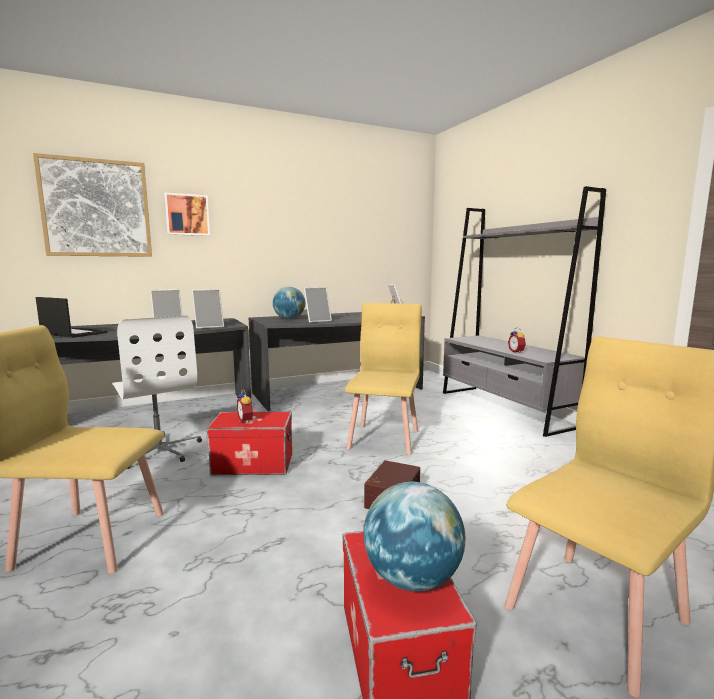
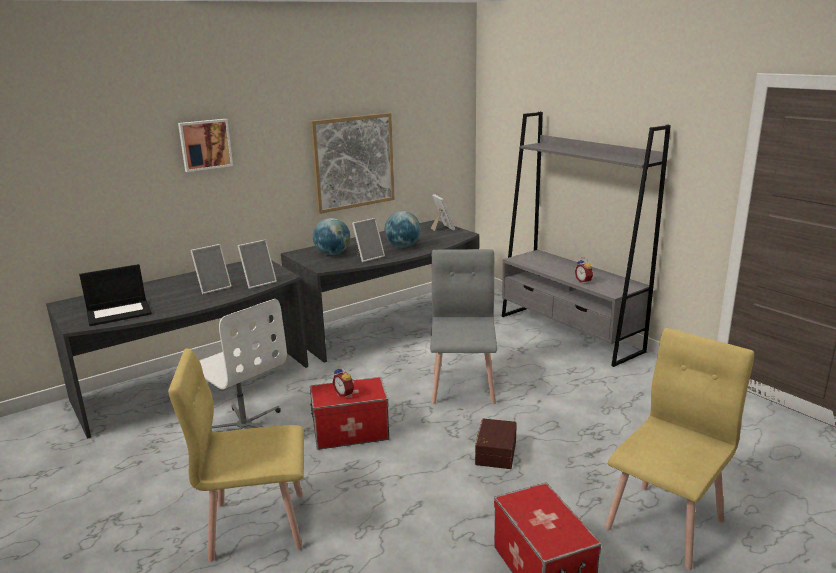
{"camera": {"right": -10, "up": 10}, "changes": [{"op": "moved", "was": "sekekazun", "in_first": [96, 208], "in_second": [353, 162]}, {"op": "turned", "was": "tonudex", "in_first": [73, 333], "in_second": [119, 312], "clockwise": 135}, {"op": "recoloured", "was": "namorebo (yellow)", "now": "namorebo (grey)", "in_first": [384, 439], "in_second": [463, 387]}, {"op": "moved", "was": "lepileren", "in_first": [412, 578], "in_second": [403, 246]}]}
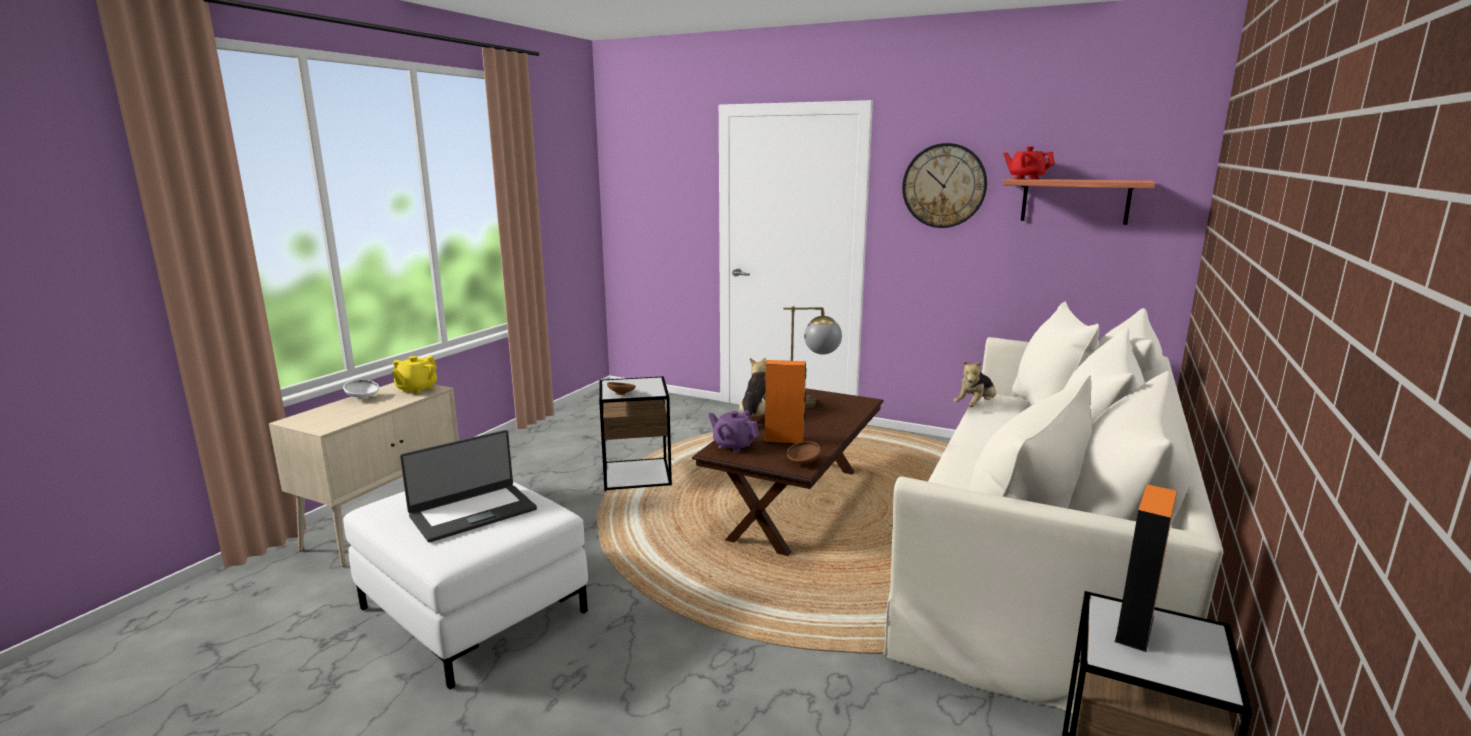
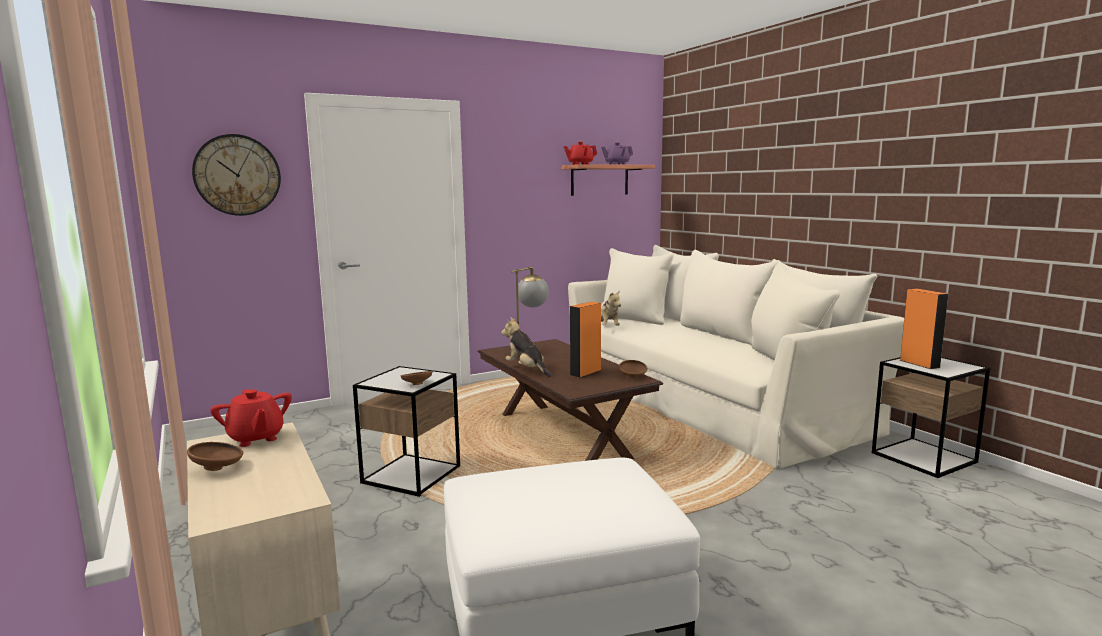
{"camera": {"right": -55, "up": -5}, "changes": [{"op": "moved", "was": "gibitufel", "in_first": [944, 186], "in_second": [237, 175]}, {"op": "recoloured", "was": "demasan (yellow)", "now": "demasan (red)", "in_first": [416, 389], "in_second": [256, 438]}, {"op": "recoloured", "was": "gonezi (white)", "now": "gonezi (brown)", "in_first": [363, 398], "in_second": [218, 468]}, {"op": "moved", "was": "demasan (purple)", "in_first": [733, 445], "in_second": [616, 164]}, {"op": "removed", "was": "tonudex", "in_first": [472, 512]}]}
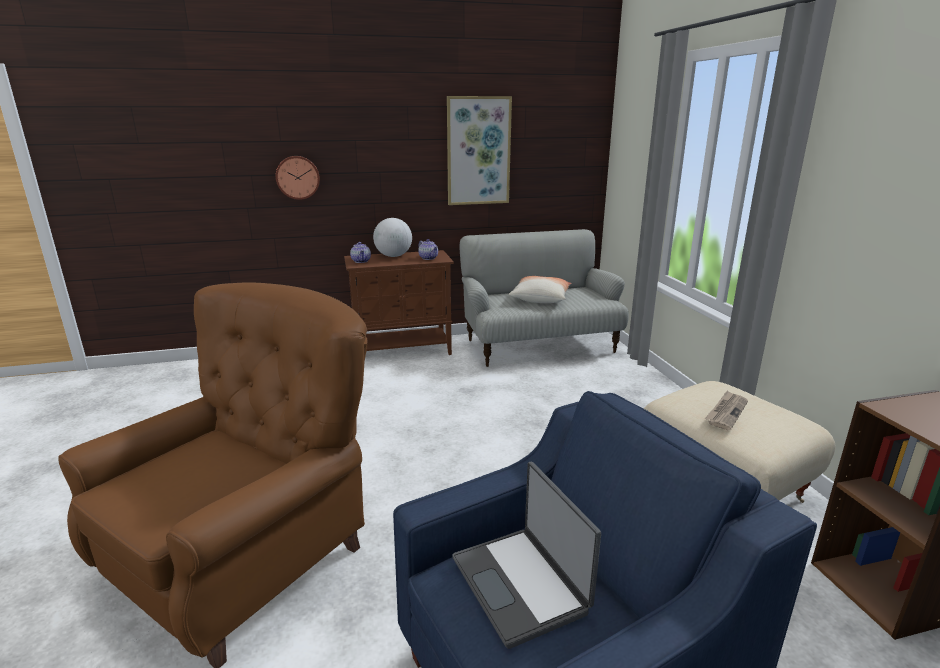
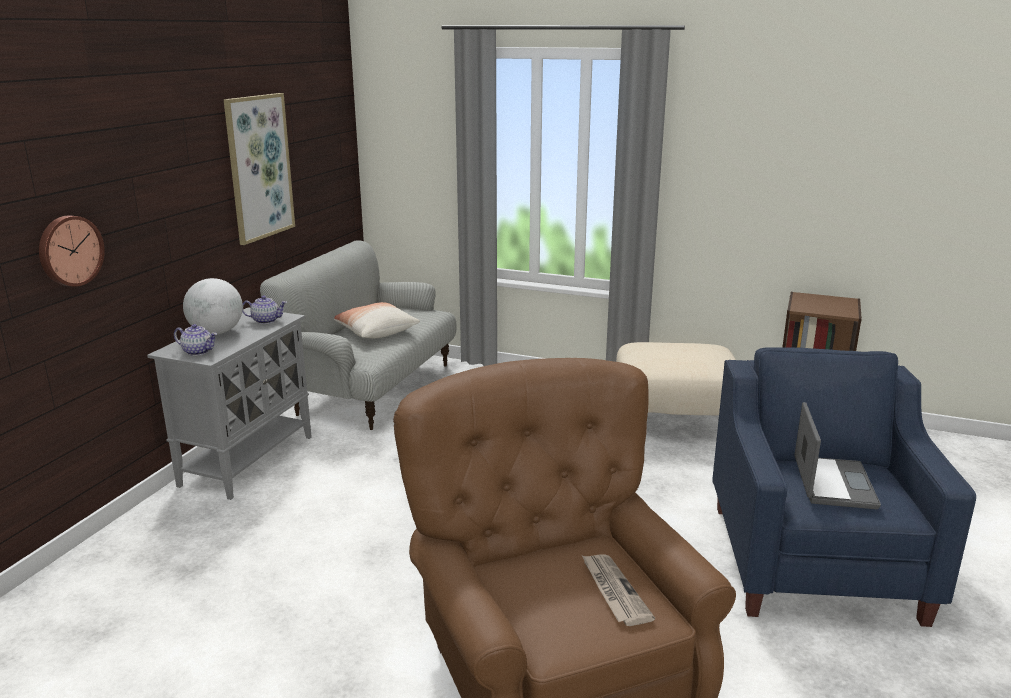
{"camera": {"right": -55, "up": 0}, "changes": [{"op": "recoloured", "was": "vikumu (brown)", "now": "vikumu (grey)", "in_first": [403, 350], "in_second": [248, 460]}, {"op": "moved", "was": "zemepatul", "in_first": [726, 412], "in_second": [613, 591]}, {"op": "turned", "was": "tonudex", "in_first": [521, 584], "in_second": [832, 483], "clockwise": -90}]}
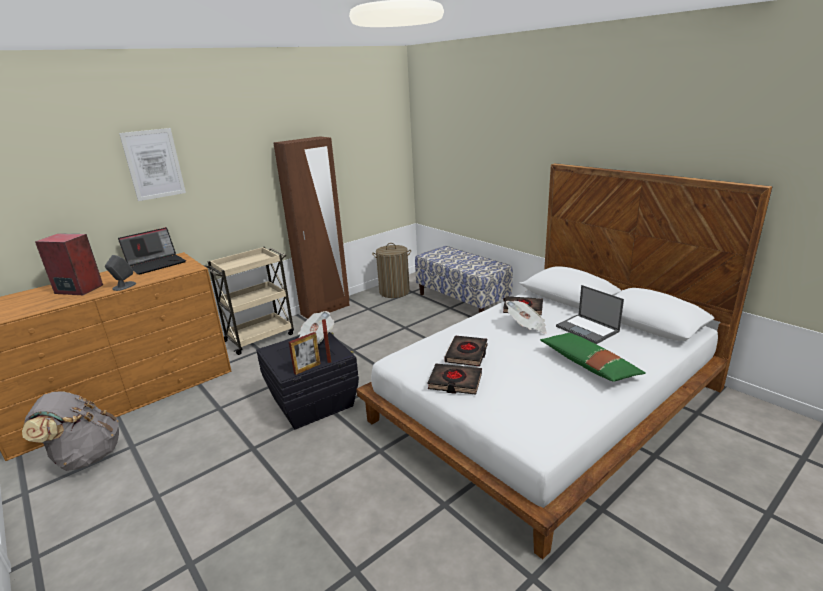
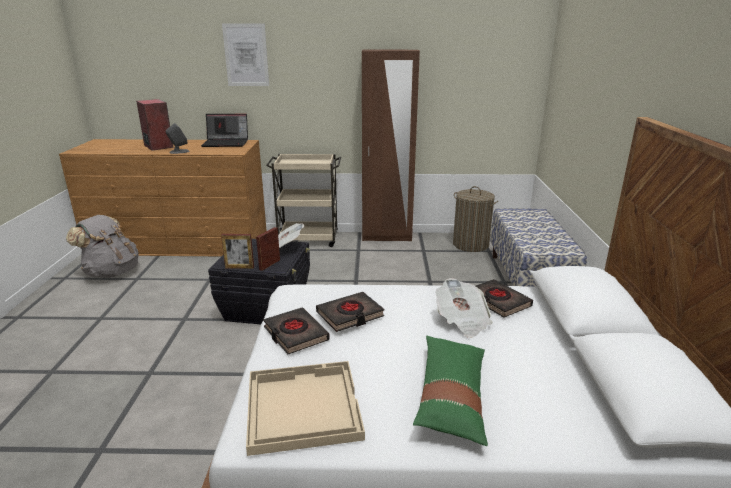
{"camera": {"right": 40, "up": 0}, "changes": [{"op": "removed", "was": "tonudex", "in_first": [588, 329]}, {"op": "added", "now": "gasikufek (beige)", "in_second": [302, 406]}]}
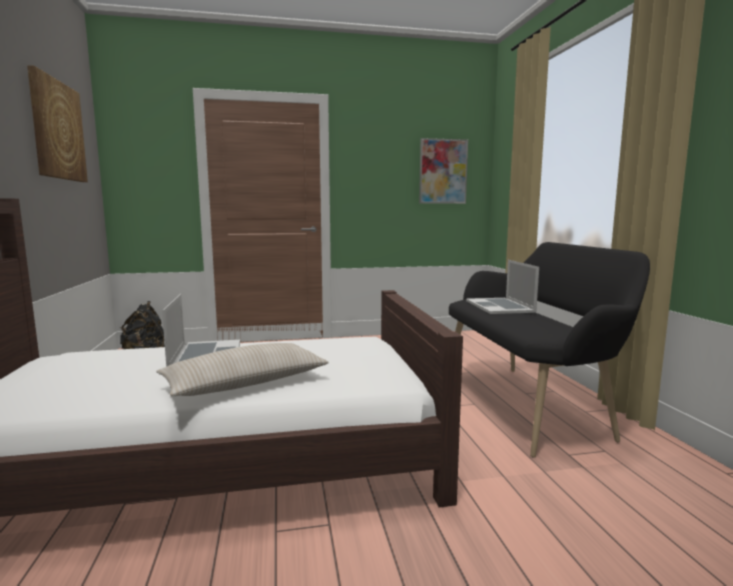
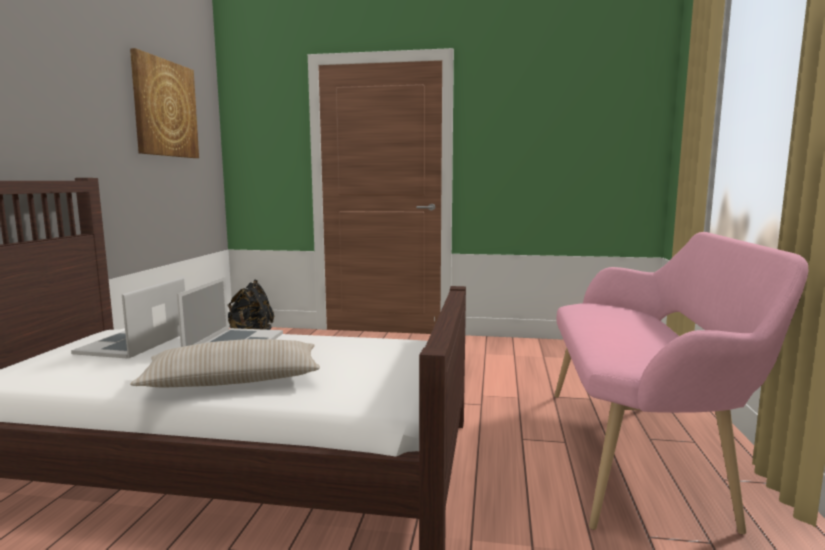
{"camera": {"right": 20, "up": 0}, "changes": [{"op": "removed", "was": "sekekazun", "in_first": [443, 171]}, {"op": "recoloured", "was": "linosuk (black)", "now": "linosuk (pink)", "in_first": [527, 403], "in_second": [641, 452]}, {"op": "moved", "was": "tonudex", "in_first": [500, 306], "in_second": [134, 342]}]}
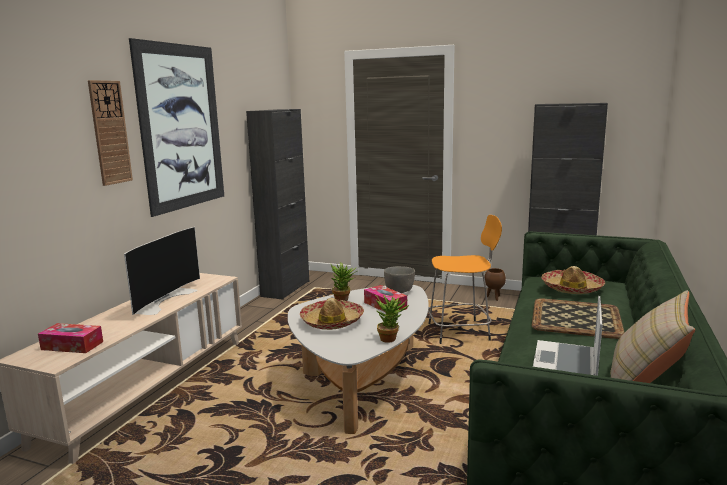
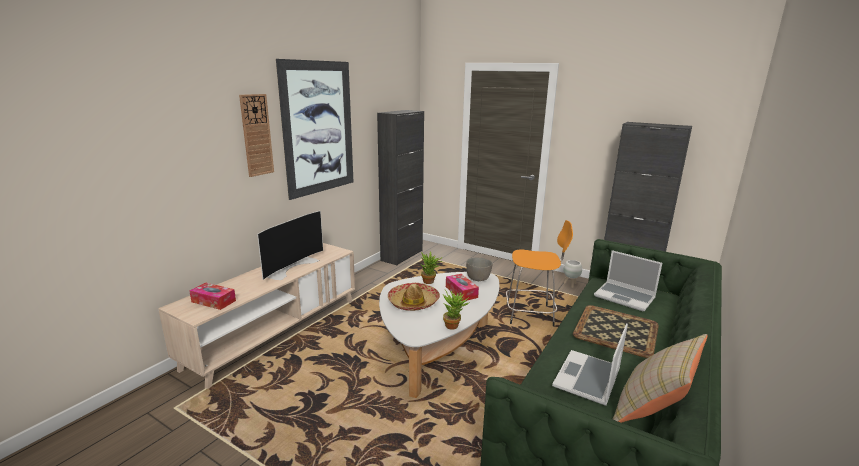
{"camera": {"right": 10, "up": 5}, "changes": [{"op": "replaced", "was": "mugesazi", "now": "tonudex", "in_first": [572, 288], "in_second": [625, 297]}, {"op": "recoloured", "was": "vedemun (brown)", "now": "vedemun (white)", "in_first": [494, 298], "in_second": [570, 285]}]}
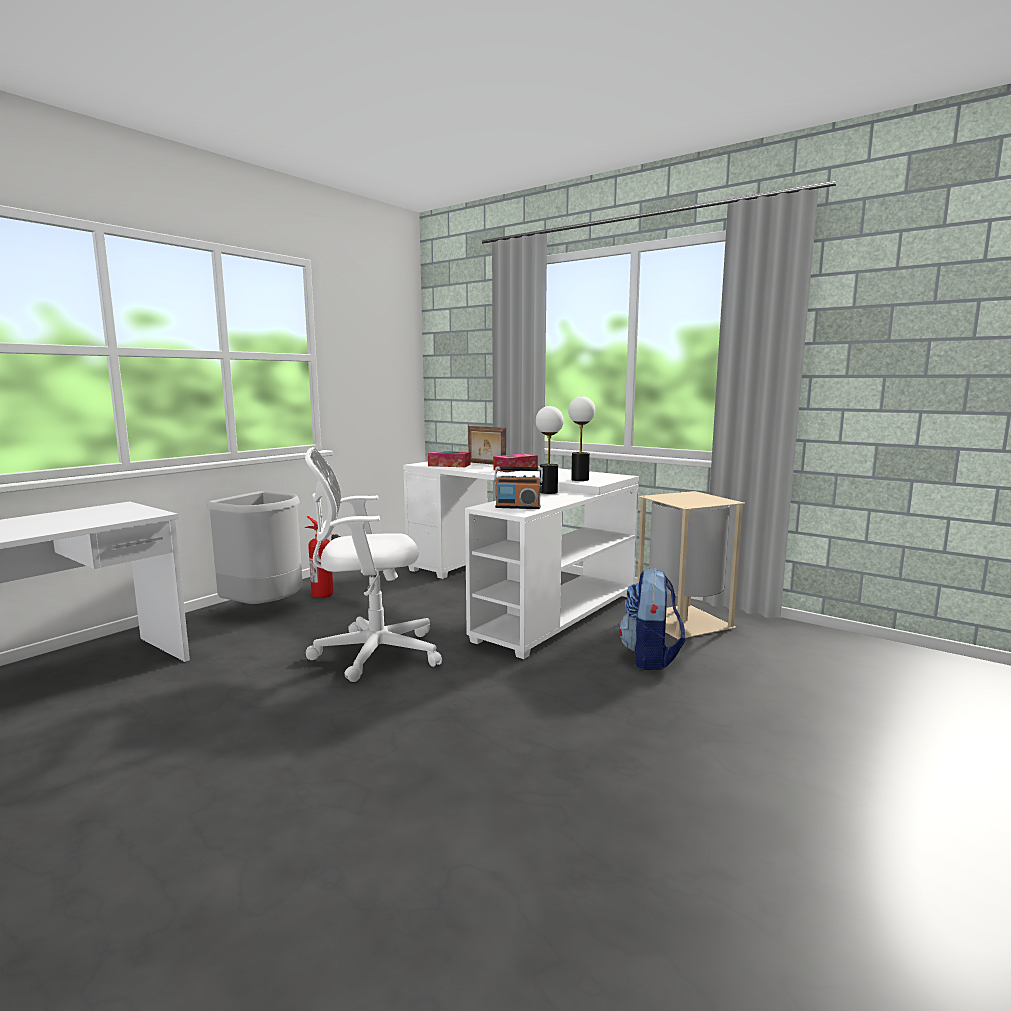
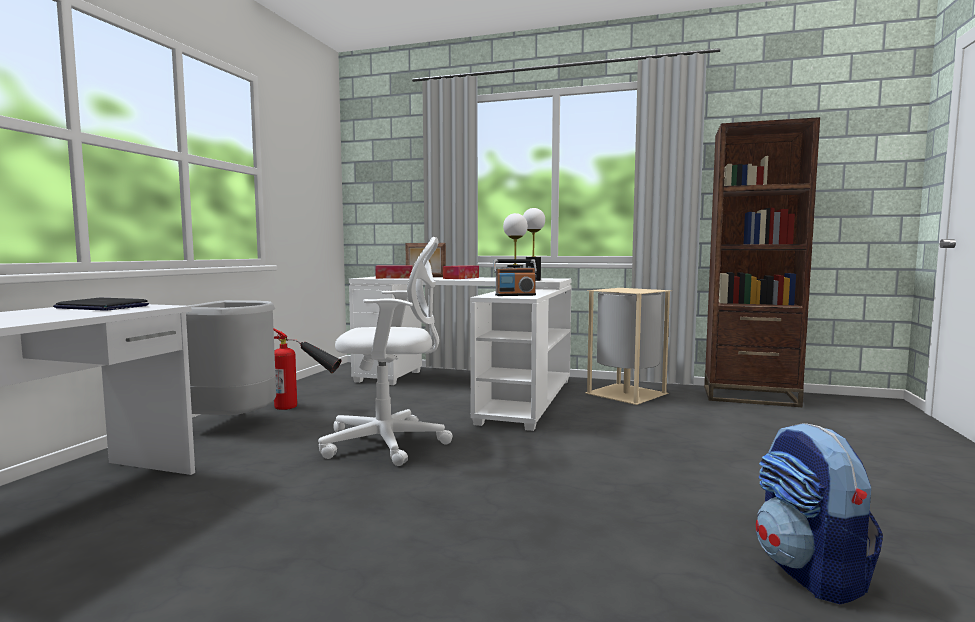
{"camera": {"right": -20, "up": -5}, "changes": [{"op": "turned", "was": "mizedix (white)", "in_first": [371, 653], "in_second": [390, 443], "clockwise": -150}, {"op": "moved", "was": "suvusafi", "in_first": [650, 658], "in_second": [810, 573]}, {"op": "added", "now": "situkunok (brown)", "in_second": [750, 396]}, {"op": "added", "now": "tonudex", "in_second": [102, 307]}]}
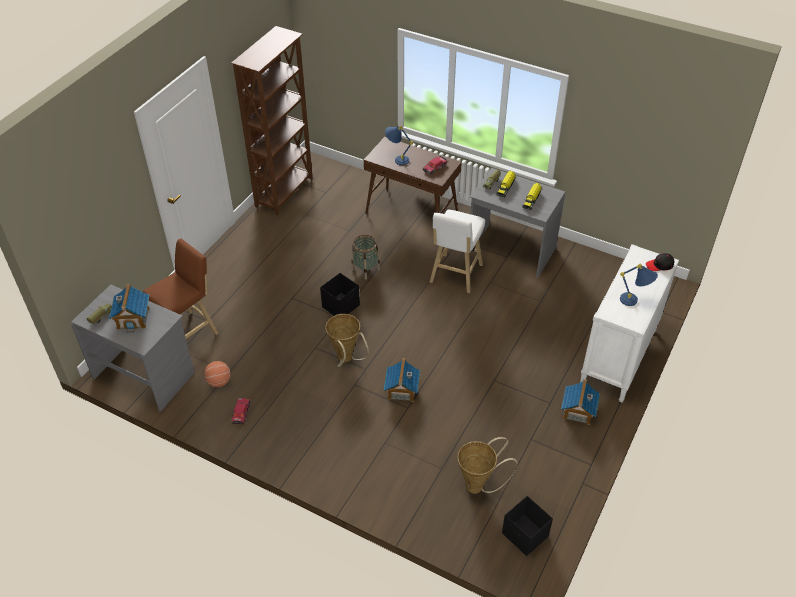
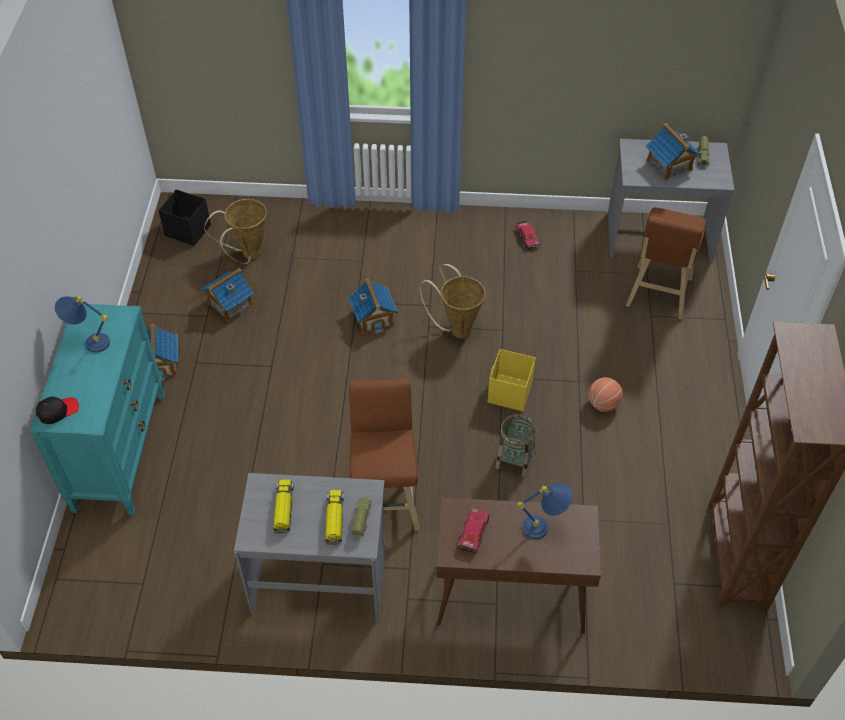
{"camera": {"right": 155, "up": 5}, "changes": [{"op": "recoloured", "was": "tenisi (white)", "now": "tenisi (brown)", "in_first": [455, 275], "in_second": [385, 498]}, {"op": "recoloured", "was": "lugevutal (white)", "now": "lugevutal (turquoise)", "in_first": [618, 358], "in_second": [120, 451]}, {"op": "recoloured", "was": "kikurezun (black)", "now": "kikurezun (yellow)", "in_first": [341, 306], "in_second": [509, 393]}, {"op": "moved", "was": "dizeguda", "in_first": [219, 381], "in_second": [603, 404]}, {"op": "added", "now": "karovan", "in_second": [230, 304]}]}
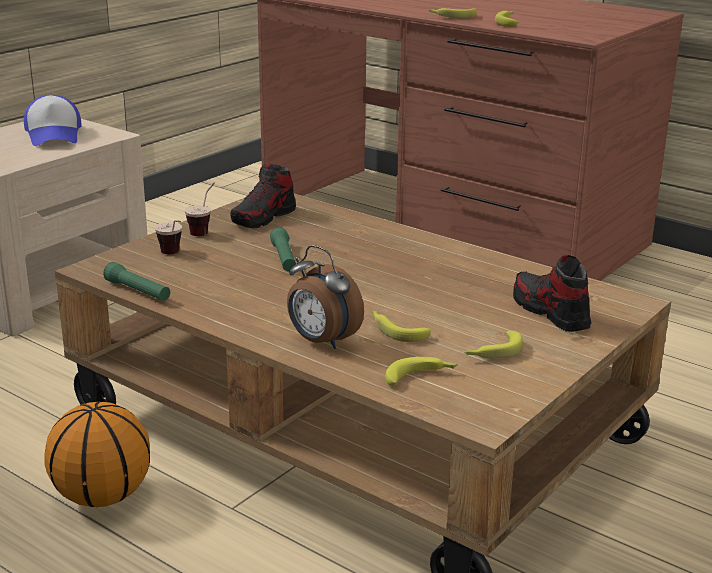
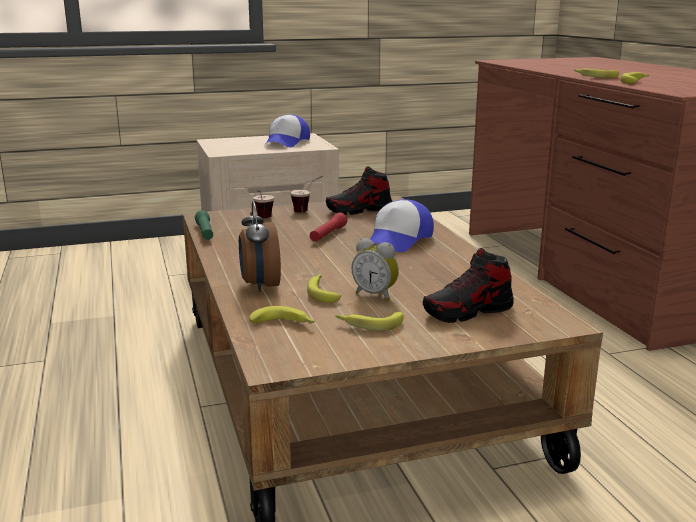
{"camera": {"right": 35, "up": -5}, "changes": [{"op": "recoloured", "was": "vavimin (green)", "now": "vavimin (red)", "in_first": [284, 258], "in_second": [328, 234]}, {"op": "turned", "was": "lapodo", "in_first": [550, 312], "in_second": [468, 311], "clockwise": -120}, {"op": "removed", "was": "dizeguda", "in_first": [101, 496]}, {"op": "added", "now": "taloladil", "in_second": [399, 240]}, {"op": "added", "now": "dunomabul", "in_second": [376, 295]}]}
